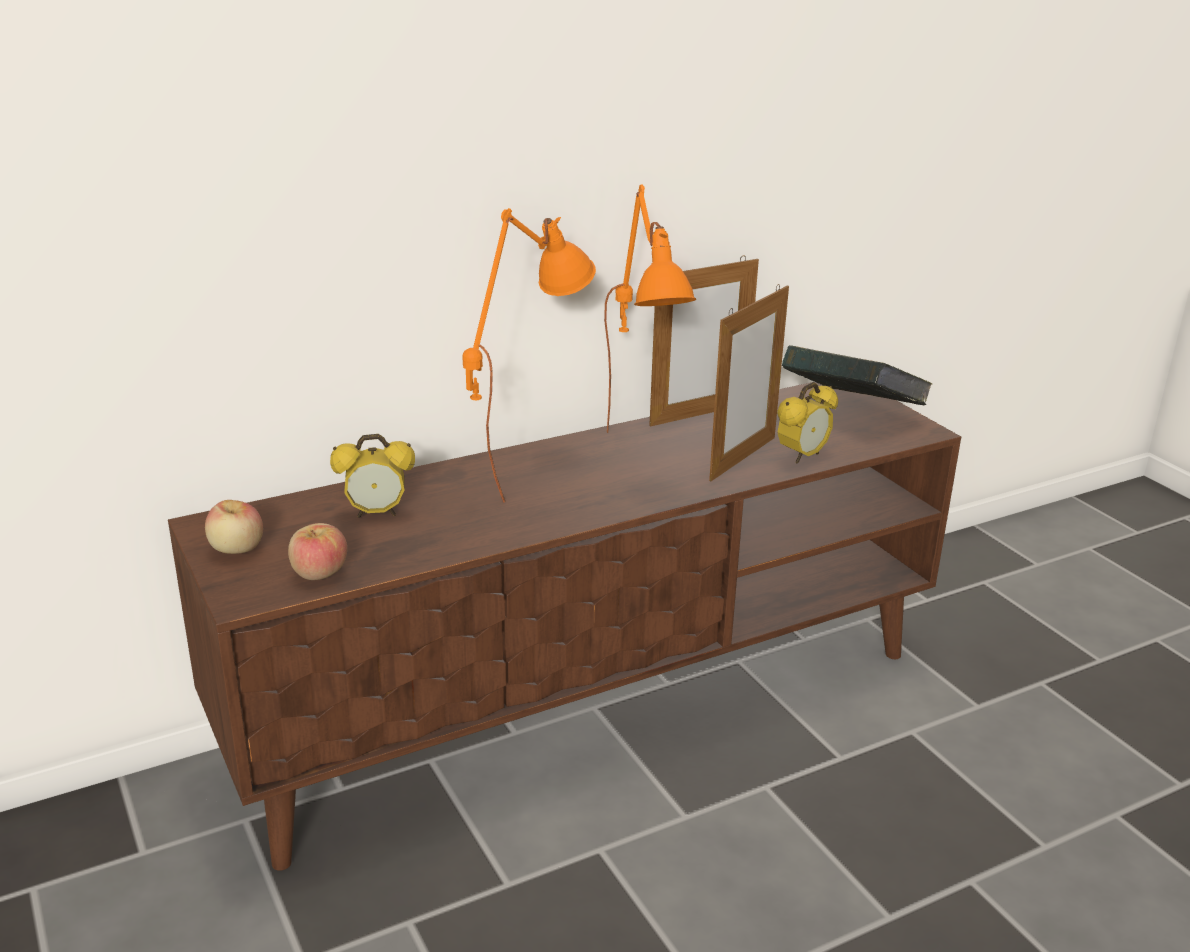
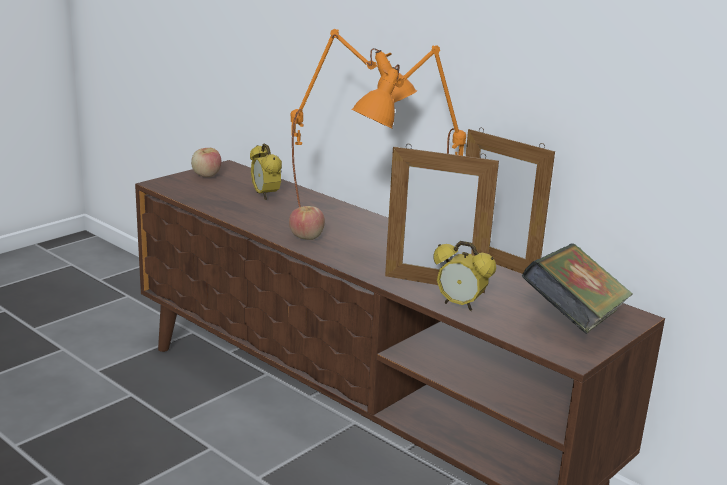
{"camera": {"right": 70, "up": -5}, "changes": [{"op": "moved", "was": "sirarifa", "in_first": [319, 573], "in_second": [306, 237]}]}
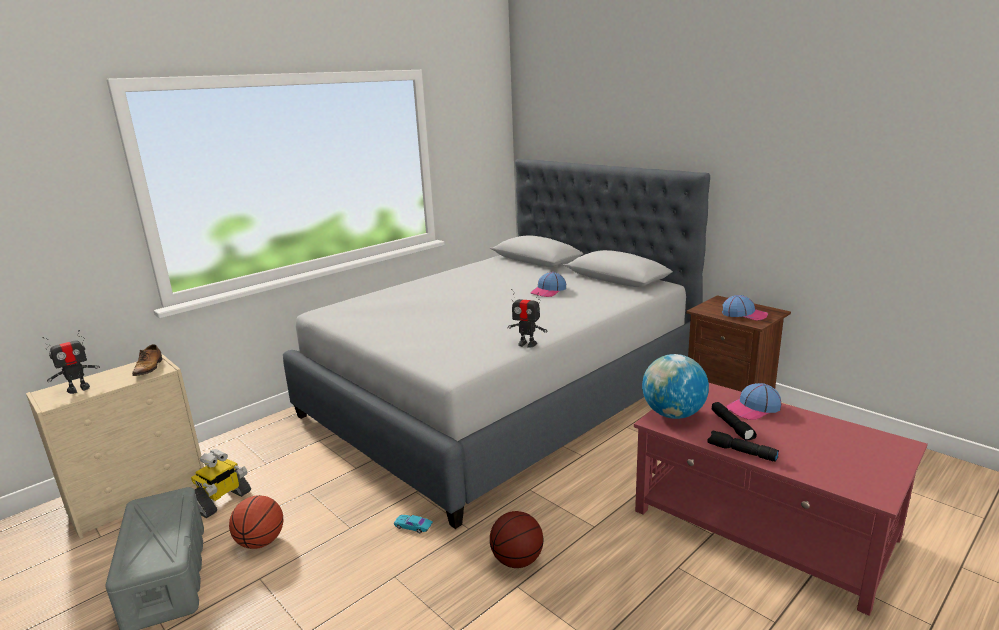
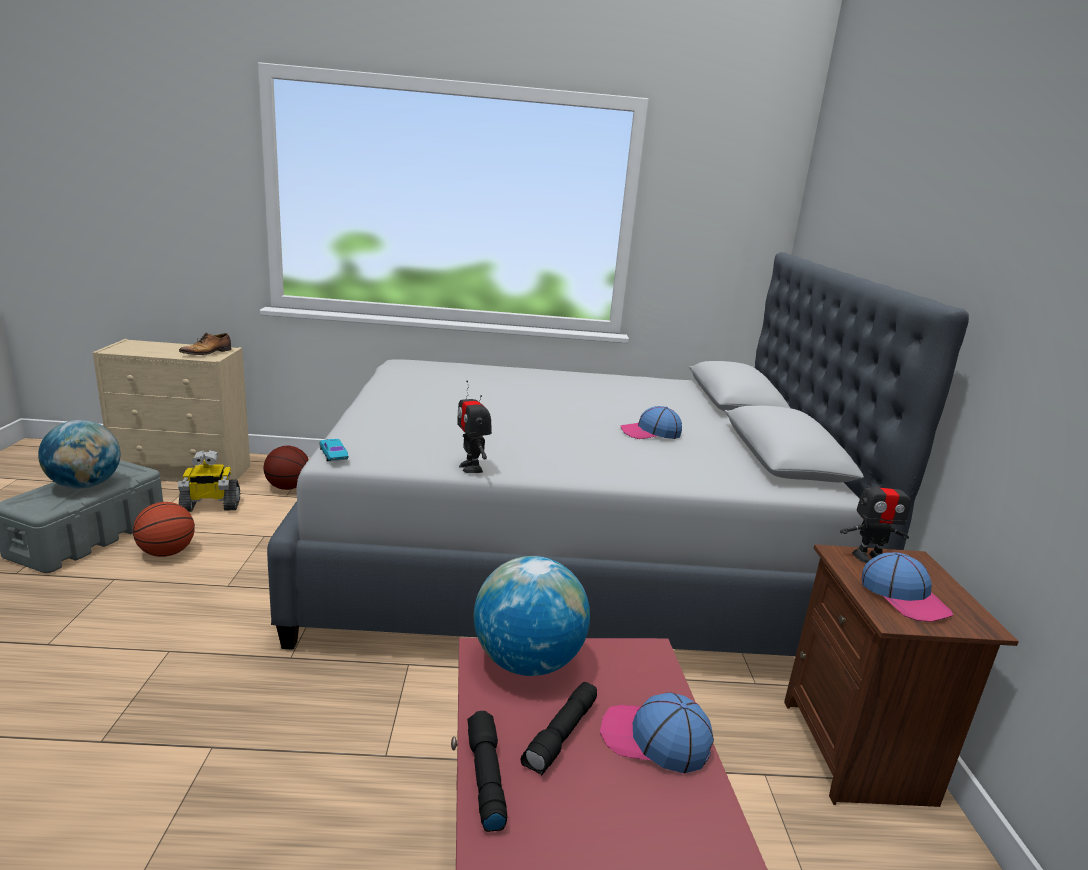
{"camera": {"right": 40, "up": 0}, "changes": [{"op": "moved", "was": "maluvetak", "in_first": [78, 389], "in_second": [868, 557]}, {"op": "moved", "was": "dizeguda", "in_first": [517, 560], "in_second": [288, 487]}, {"op": "moved", "was": "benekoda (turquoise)", "in_first": [413, 526], "in_second": [334, 454]}, {"op": "added", "now": "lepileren", "in_second": [85, 485]}]}
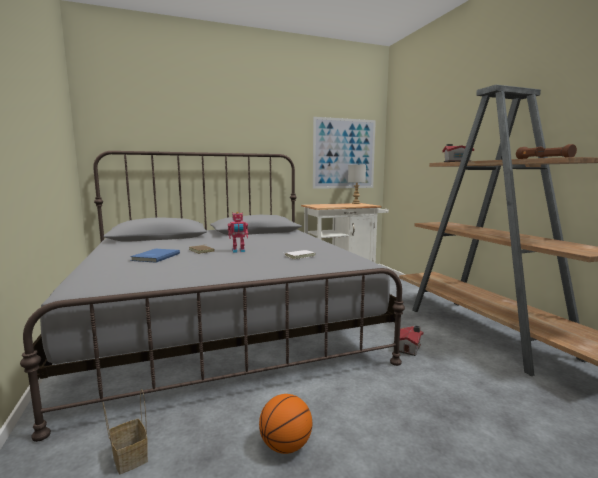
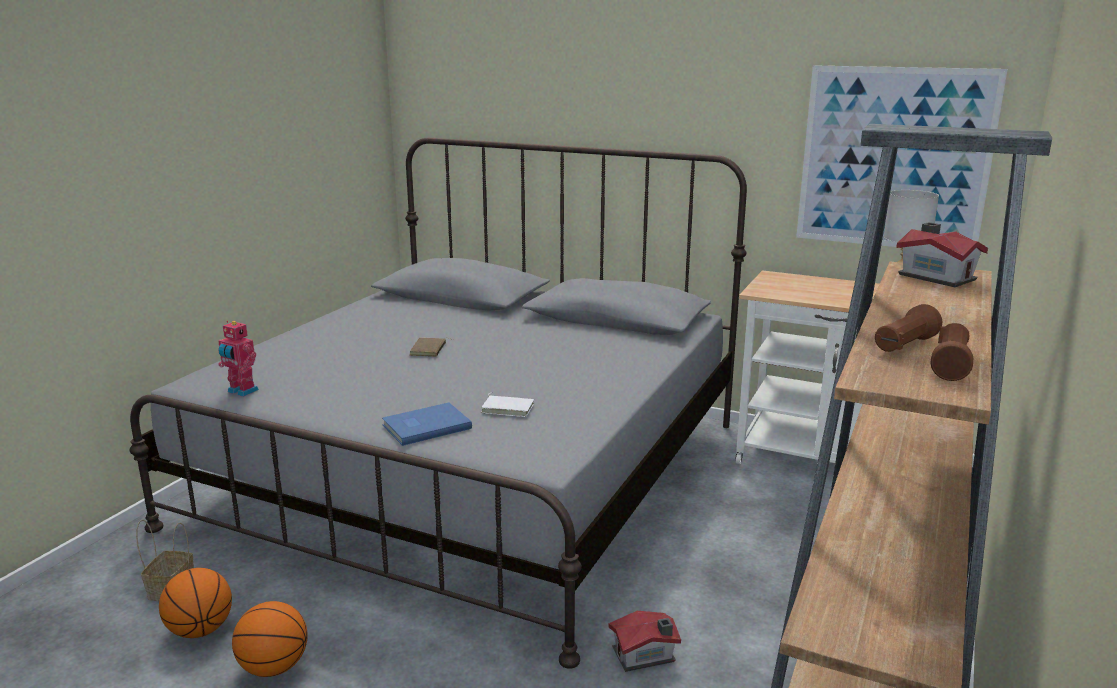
{"camera": {"right": 45, "up": 10}, "changes": [{"op": "moved", "was": "maluvetak", "in_first": [238, 251], "in_second": [241, 391]}, {"op": "moved", "was": "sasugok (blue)", "in_first": [154, 257], "in_second": [425, 426]}, {"op": "added", "now": "dizeguda", "in_second": [200, 630]}]}
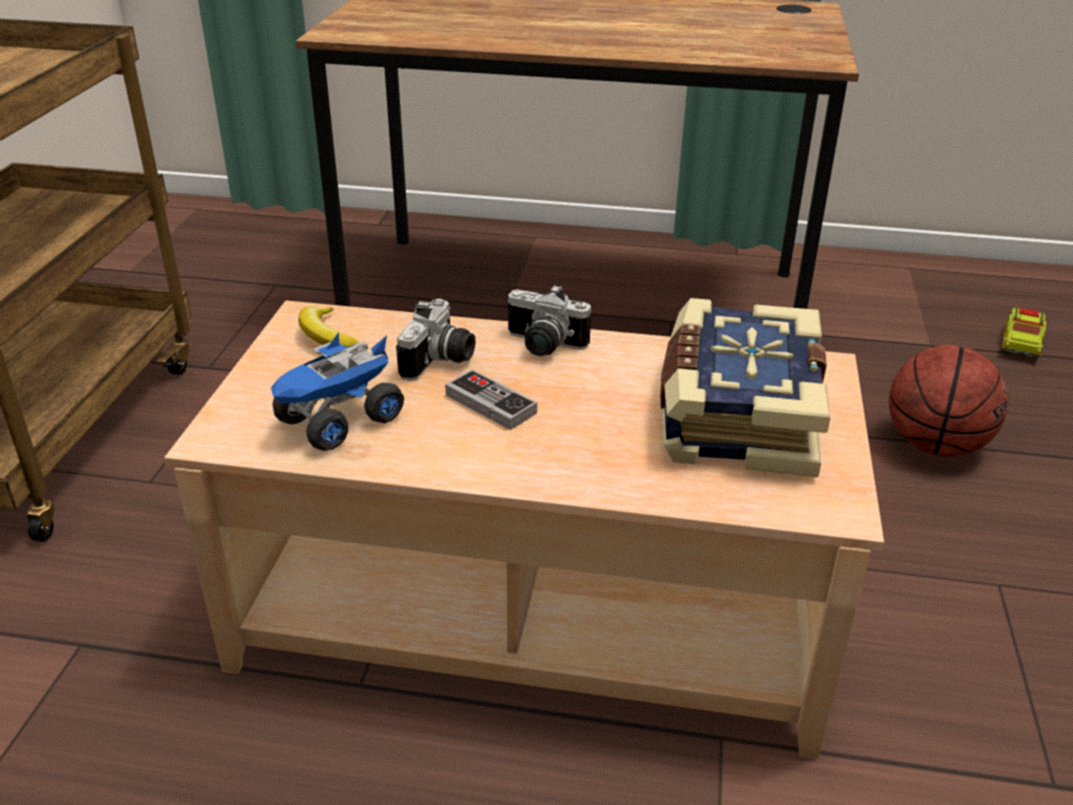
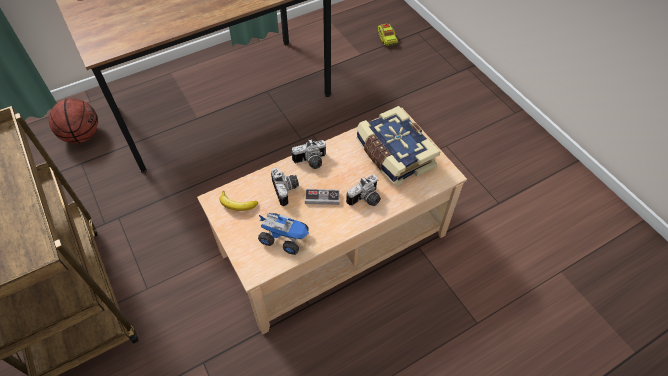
{"camera": {"right": -40, "up": 20}, "changes": [{"op": "turned", "was": "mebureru", "in_first": [339, 422], "in_second": [285, 237], "clockwise": -75}, {"op": "moved", "was": "dizeguda", "in_first": [935, 445], "in_second": [82, 135]}, {"op": "added", "now": "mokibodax", "in_second": [366, 200]}]}
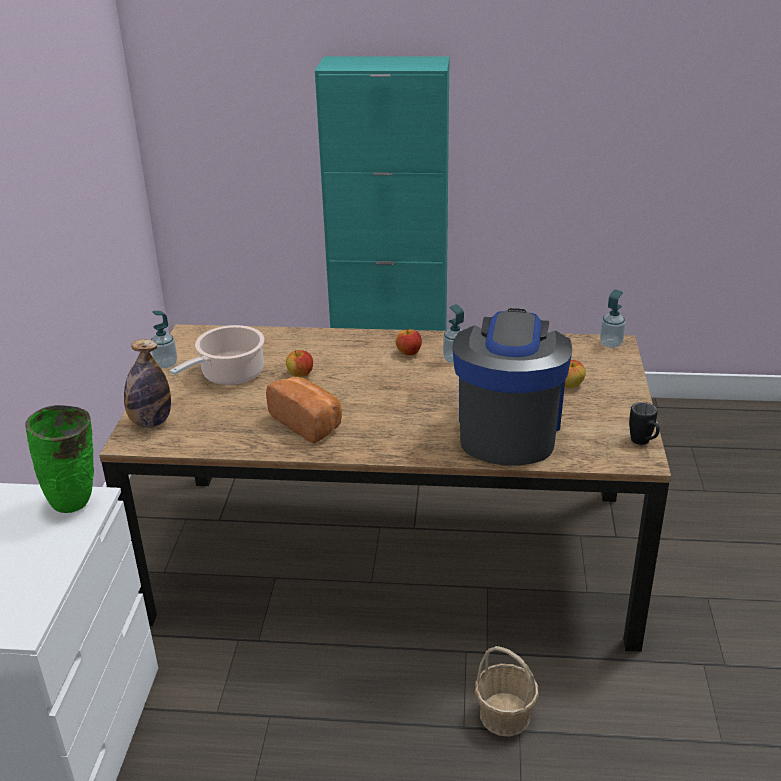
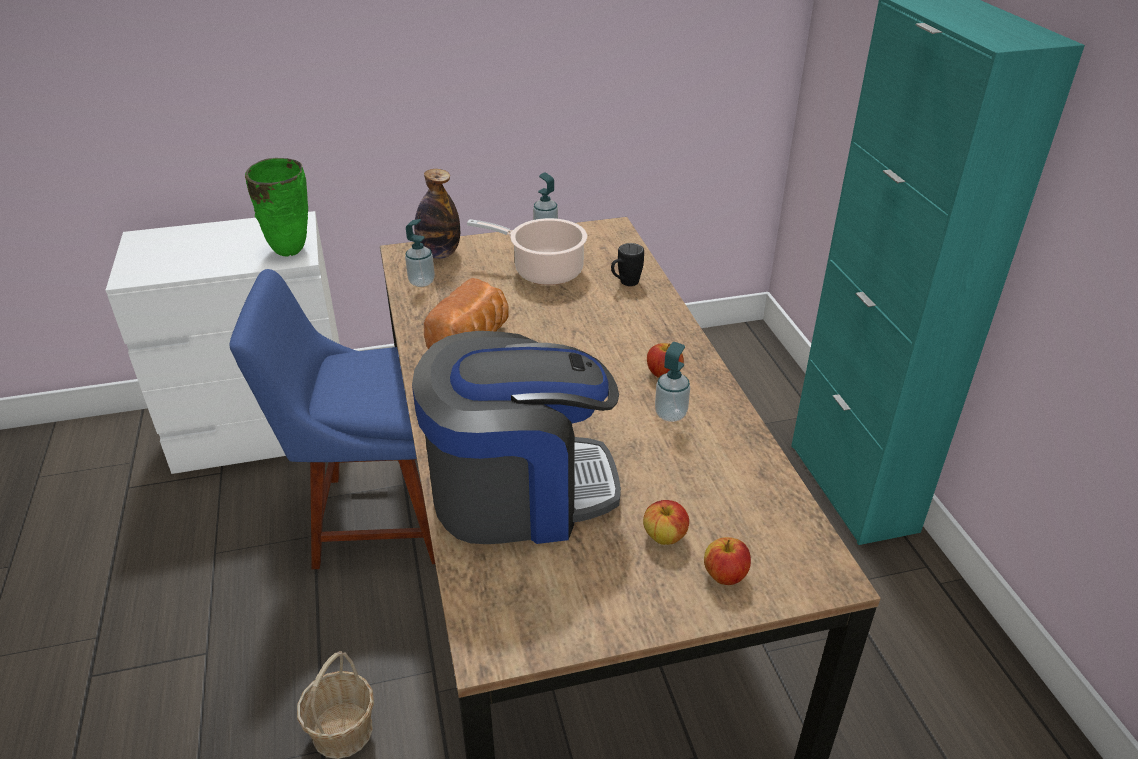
{"camera": {"right": 70, "up": 5}, "changes": [{"op": "moved", "was": "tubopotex", "in_first": [611, 344], "in_second": [421, 282]}, {"op": "moved", "was": "sirarifa", "in_first": [300, 374], "in_second": [725, 576]}, {"op": "moved", "was": "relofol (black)", "in_first": [643, 443], "in_second": [625, 284]}, {"op": "added", "now": "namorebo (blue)", "in_second": [373, 518]}]}
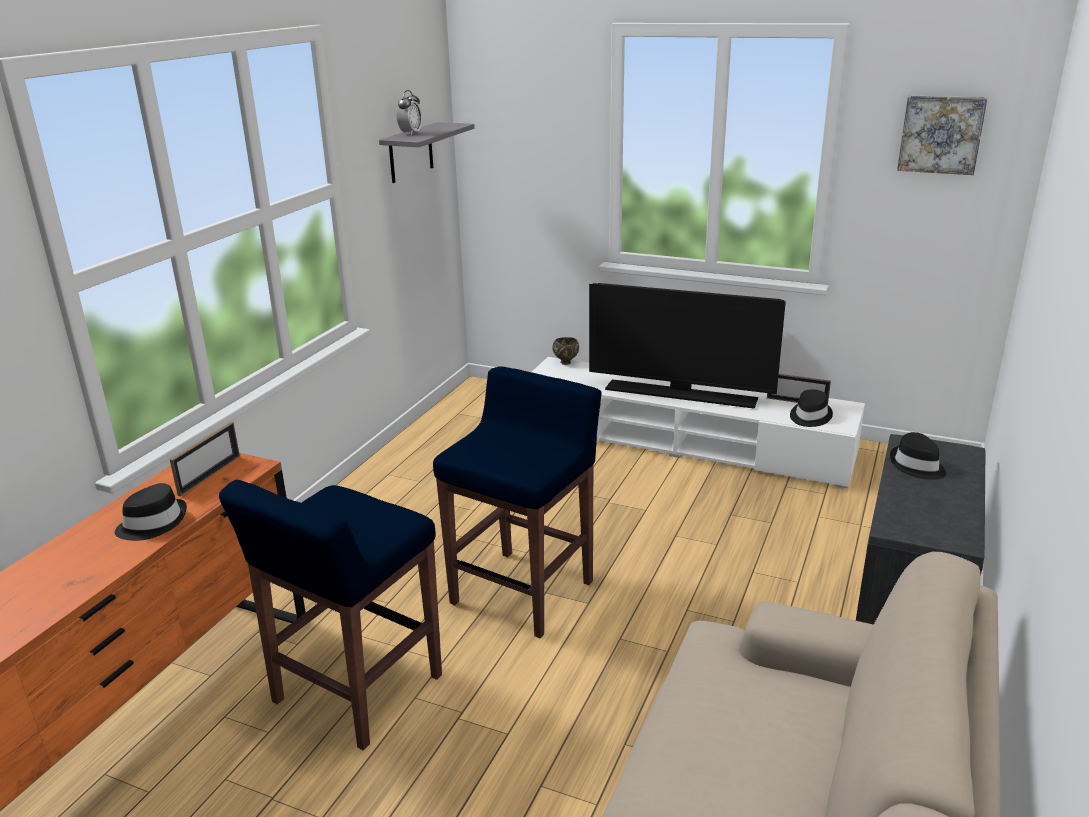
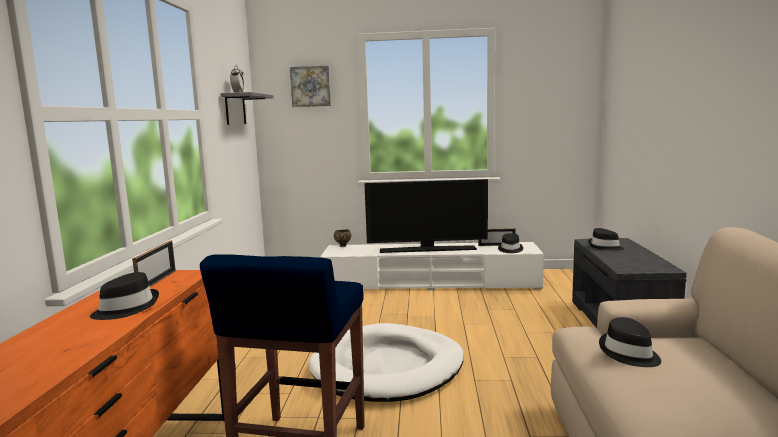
{"camera": {"right": -20, "up": -15}, "changes": [{"op": "moved", "was": "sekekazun", "in_first": [941, 134], "in_second": [311, 86]}, {"op": "replaced", "was": "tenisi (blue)", "now": "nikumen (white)", "in_first": [524, 591], "in_second": [388, 368]}, {"op": "added", "now": "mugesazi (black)", "in_second": [629, 353]}]}
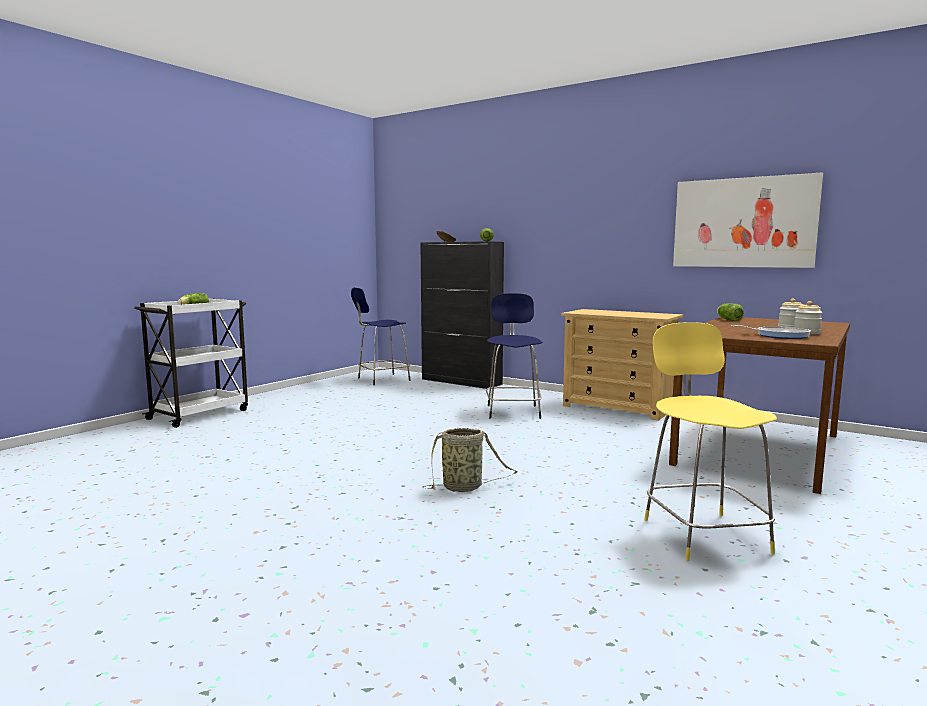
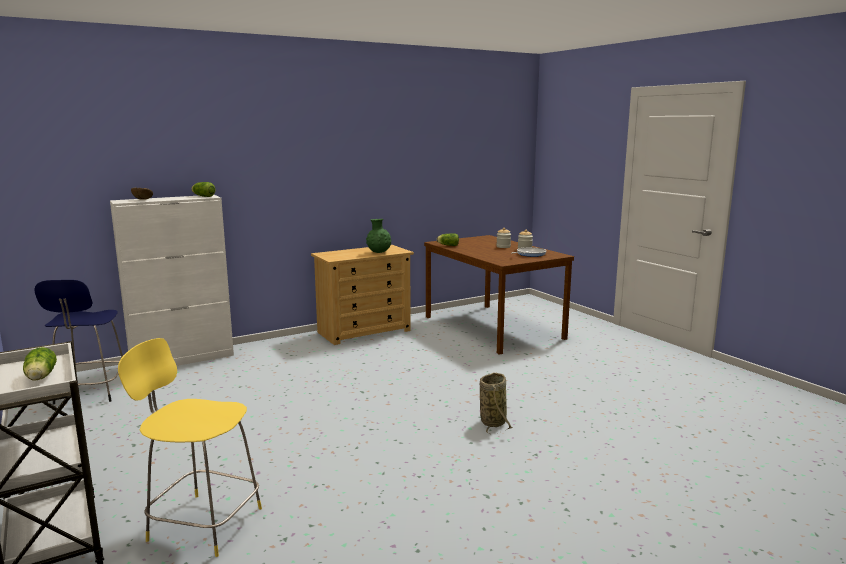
{"camera": {"right": -65, "up": 5}, "changes": [{"op": "removed", "was": "sekekazun", "in_first": [743, 223]}, {"op": "recoloured", "was": "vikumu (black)", "now": "vikumu (white)", "in_first": [461, 382], "in_second": [183, 359]}, {"op": "removed", "was": "tenisi (blue)", "in_first": [513, 411]}, {"op": "moved", "was": "tenisi (yellow)", "in_first": [703, 533], "in_second": [202, 523]}, {"op": "added", "now": "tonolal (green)", "in_second": [379, 252]}]}
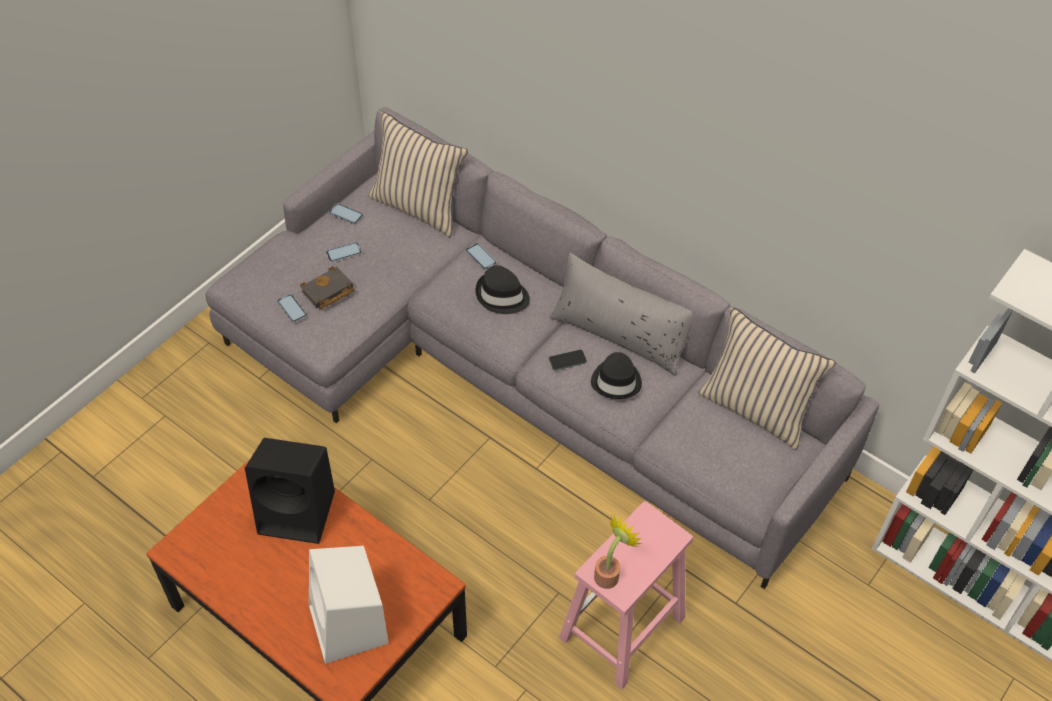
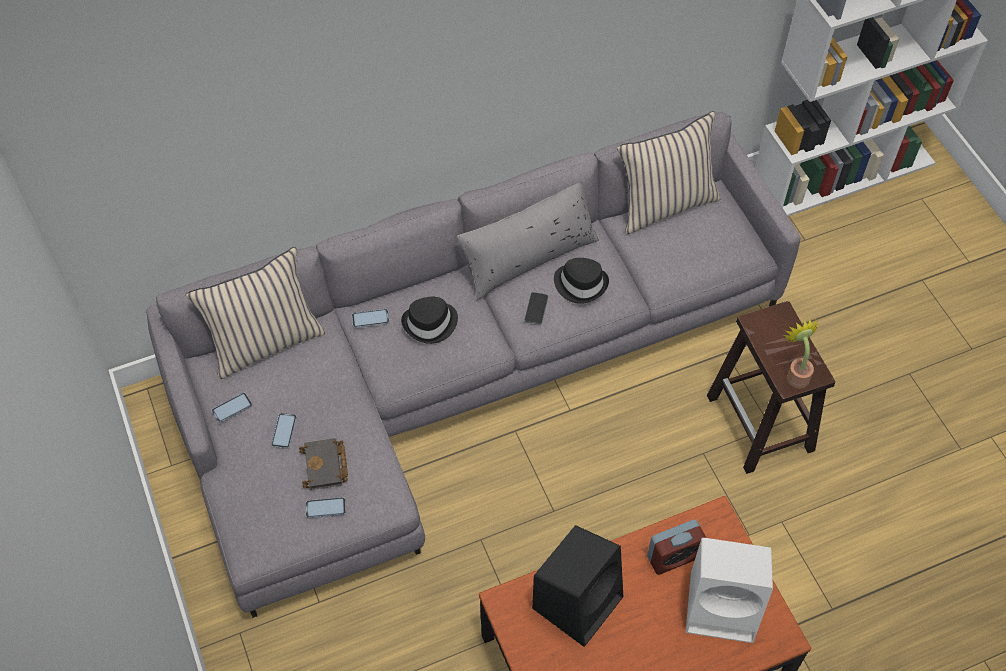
{"camera": {"right": -60, "up": 5}, "changes": [{"op": "recoloured", "was": "tenisi (pink)", "now": "tenisi (brown)", "in_first": [621, 629], "in_second": [761, 424]}, {"op": "added", "now": "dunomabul", "in_second": [673, 557]}]}
